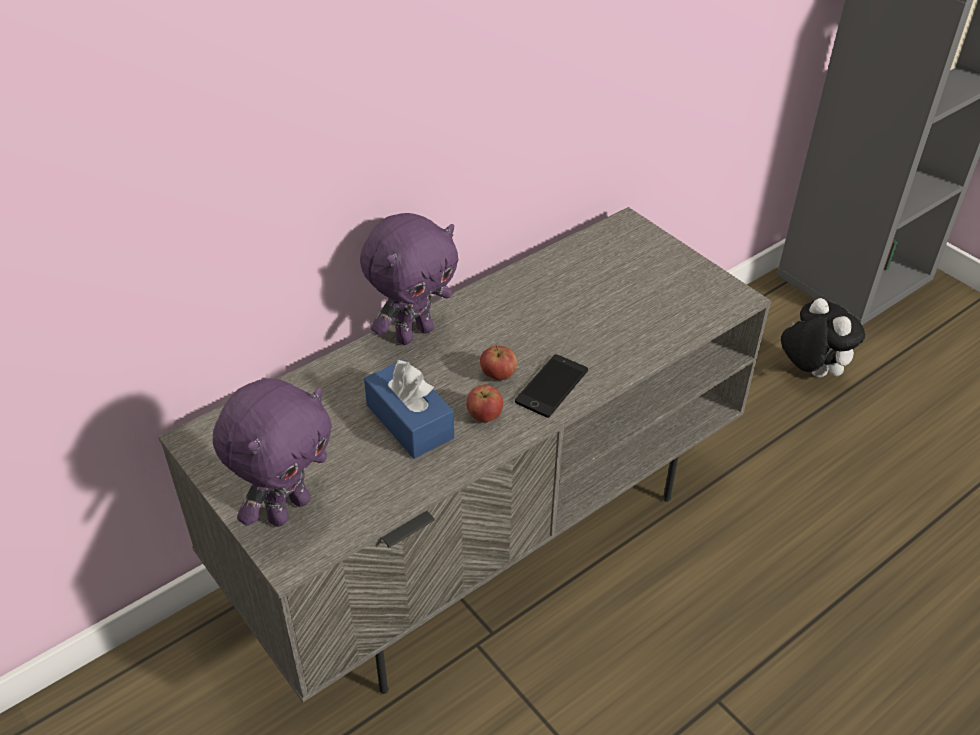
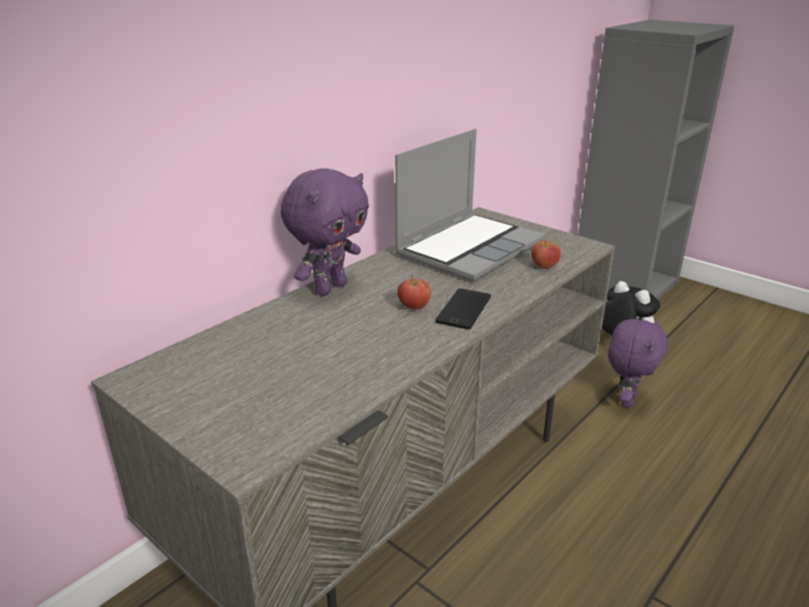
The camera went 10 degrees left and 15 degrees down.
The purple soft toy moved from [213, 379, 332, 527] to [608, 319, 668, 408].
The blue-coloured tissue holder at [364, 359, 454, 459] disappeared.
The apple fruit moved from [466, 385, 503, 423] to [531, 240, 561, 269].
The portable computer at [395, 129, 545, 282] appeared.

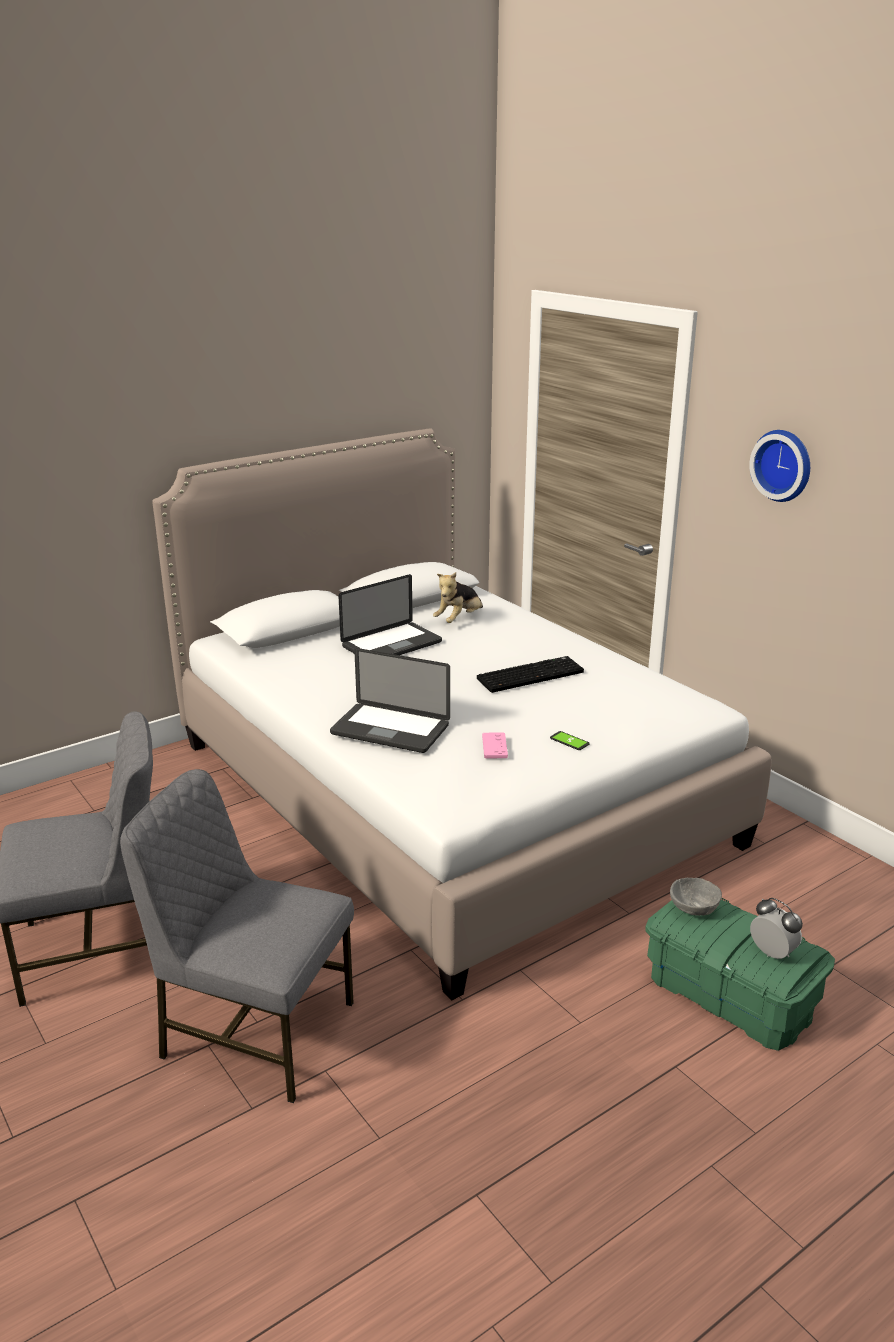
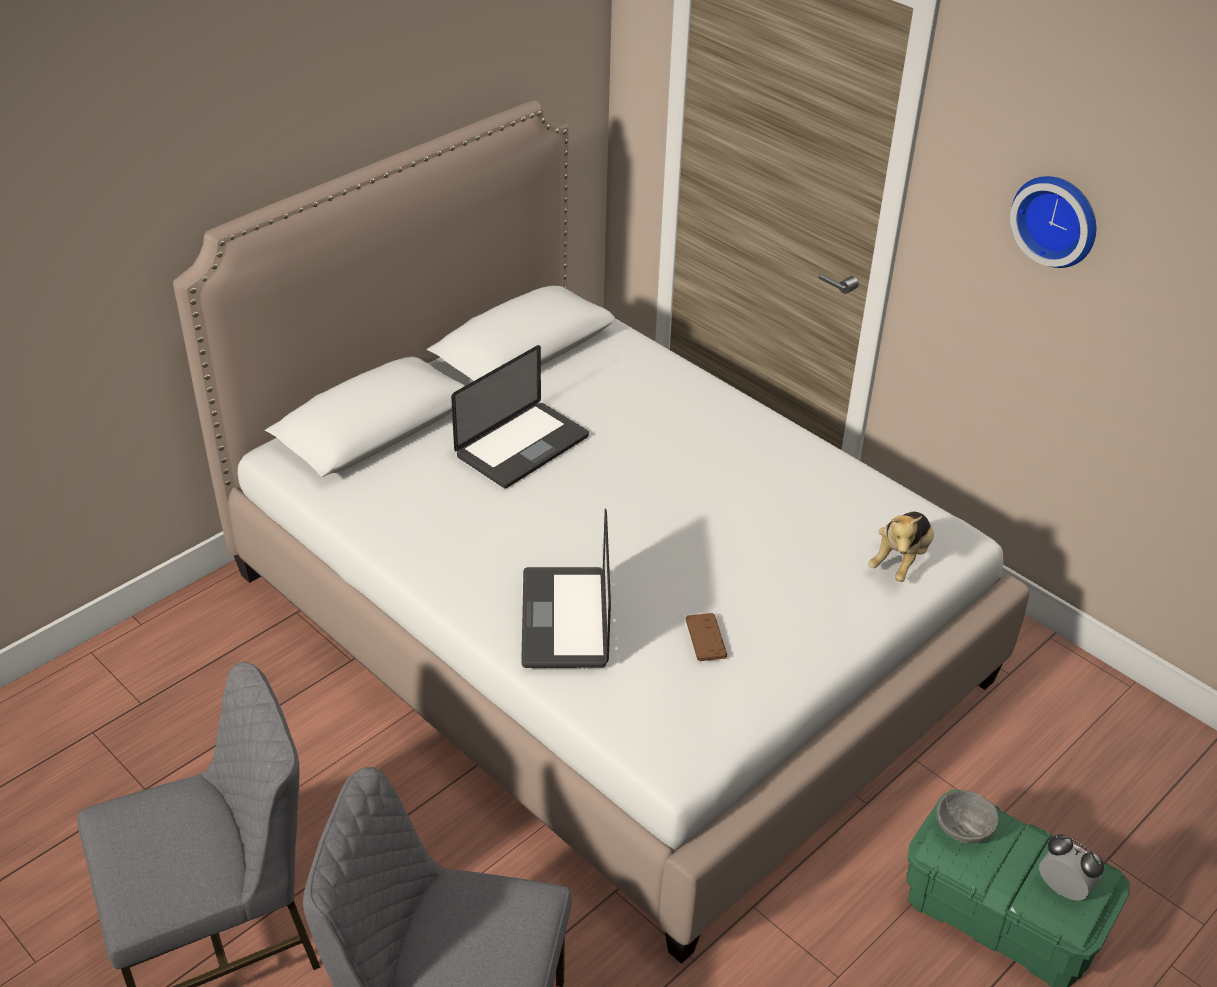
The camera went 10 degrees left and 15 degrees up.
The portable computer at [330, 648, 450, 753] turned 75 degrees clockwise.
The soft toy moved from [433, 572, 483, 623] to [868, 512, 934, 582].
The computer keyboard at [477, 656, 584, 693] disappeared.
The pink-coloured gamepad at [482, 733, 508, 758] became the brown gamepad at [686, 613, 727, 661].
The phone at [550, 731, 590, 750] disappeared.

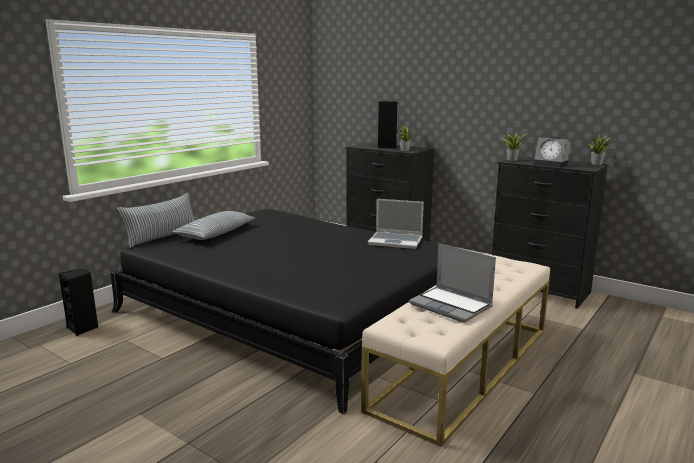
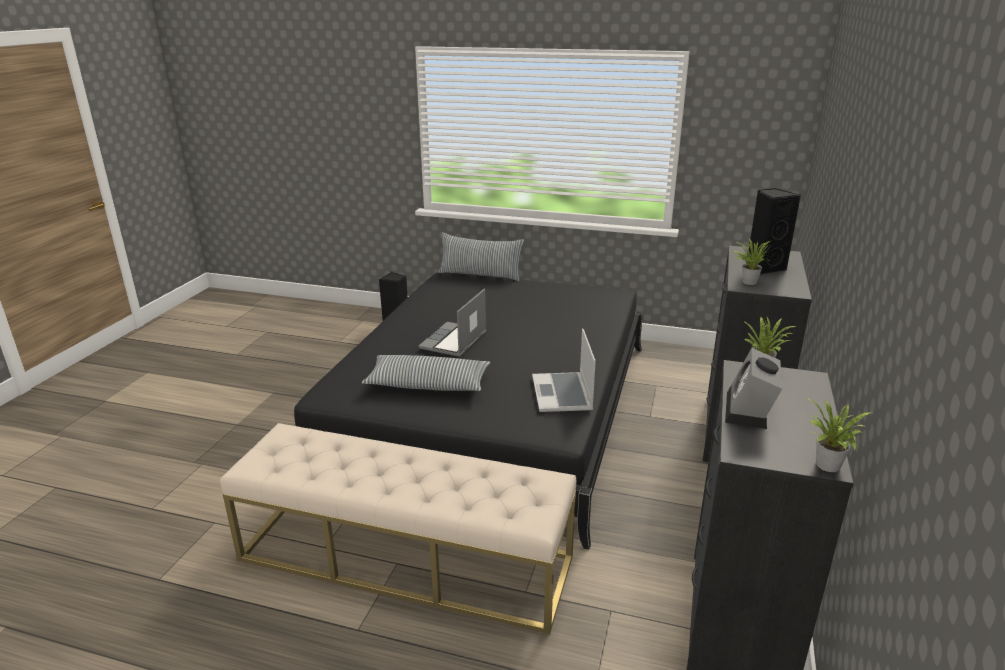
The camera went 70 degrees right and 10 degrees up.
The pillow moved from [172, 211, 255, 240] to [362, 355, 490, 391].
The portable computer moved from [409, 243, 496, 323] to [419, 289, 486, 357].

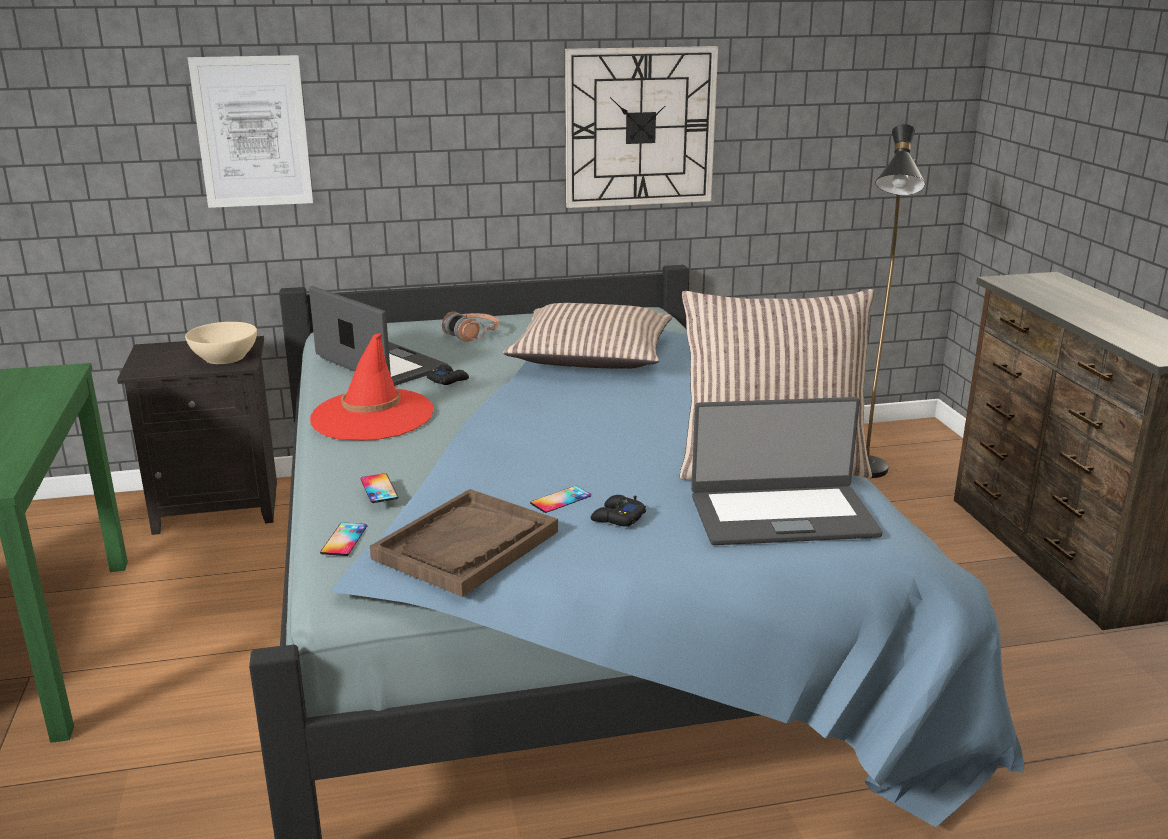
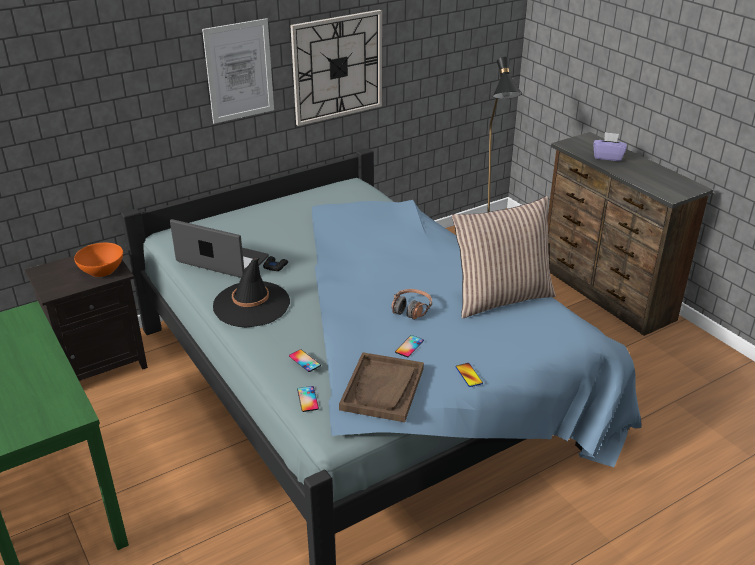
The camera went 20 degrees left and 10 degrees up.
The sand-coloured bowl at [185, 322, 257, 364] became the orange-coloured bowl at [74, 243, 123, 277].
The wall picture moved from [188, 55, 313, 208] to [202, 18, 274, 124].
The reddish hat at [310, 333, 434, 440] became the black-coloured hat at [213, 258, 290, 327].
The headphones moved from [442, 311, 499, 342] to [391, 289, 432, 320].
The pillow at [503, 303, 672, 369] disappeared.
The black-coloured gamepad at [591, 495, 646, 527] disappeared.
The portable computer at [691, 397, 883, 545] disappeared.
The phone at [455, 363, 483, 387] appeared.
The purple tissue holder at [593, 132, 627, 161] appeared.

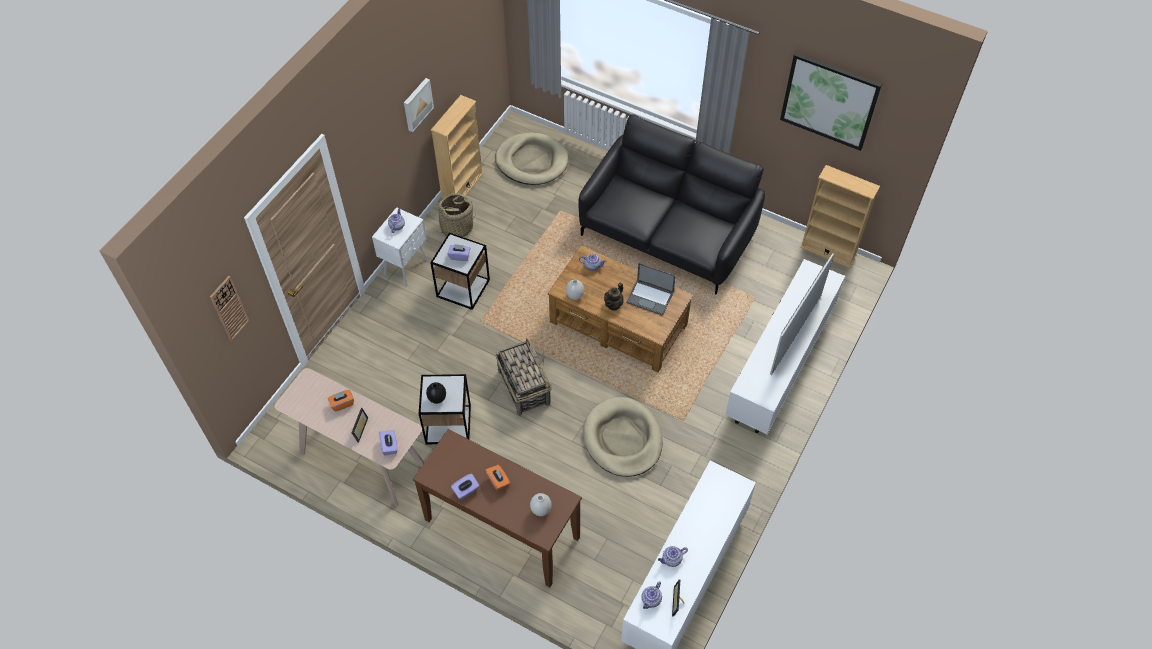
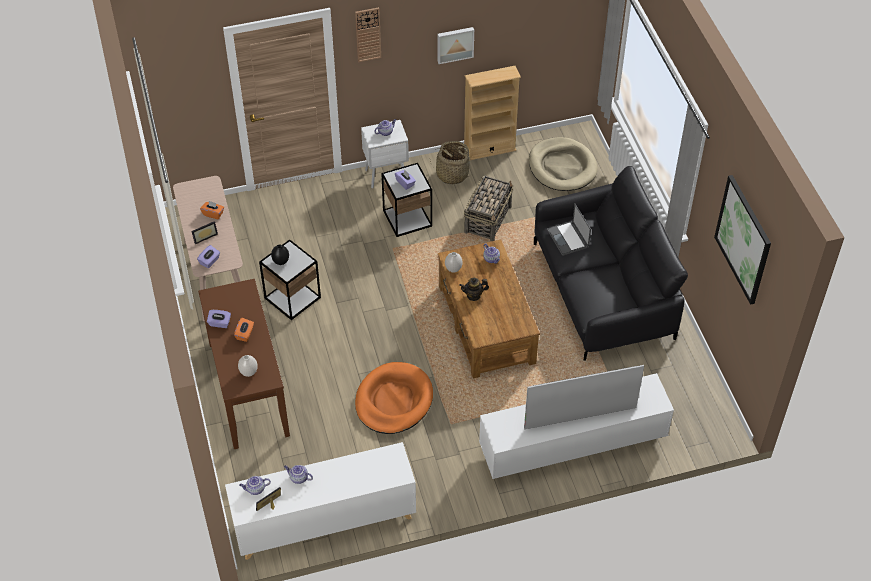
The camera went 45 degrees right and 5 degrees down.
The clock on the wall moved from [210, 276, 249, 341] to [355, 7, 381, 62].
The basket moved from [495, 339, 552, 416] to [464, 176, 513, 241].
The sand-coloured dog cushion at [583, 397, 663, 477] became the orange-coloured dog cushion at [355, 362, 433, 434].
The portable computer moved from [626, 263, 676, 316] to [547, 203, 591, 256].
The sand-coloured shelving unit at [800, 165, 880, 268] disappeared.

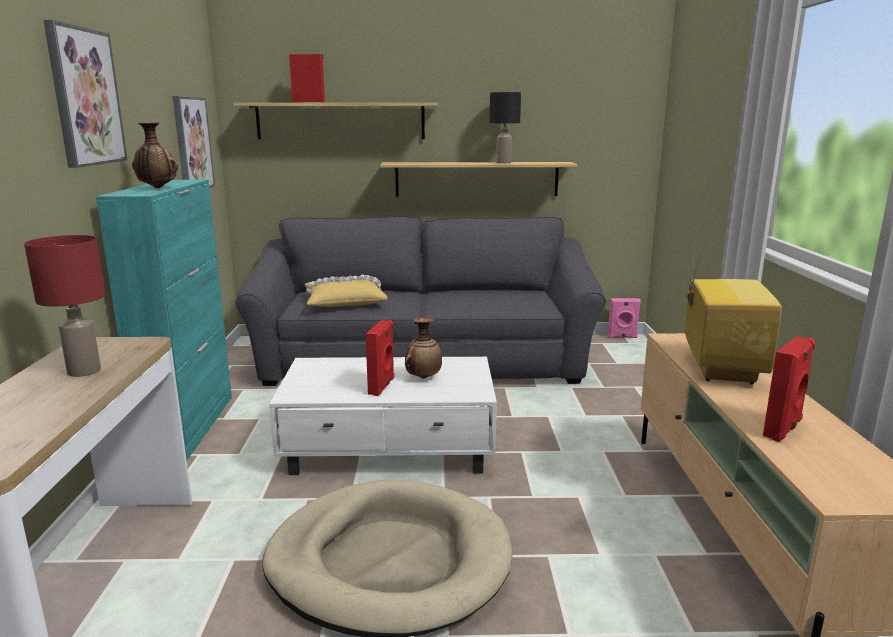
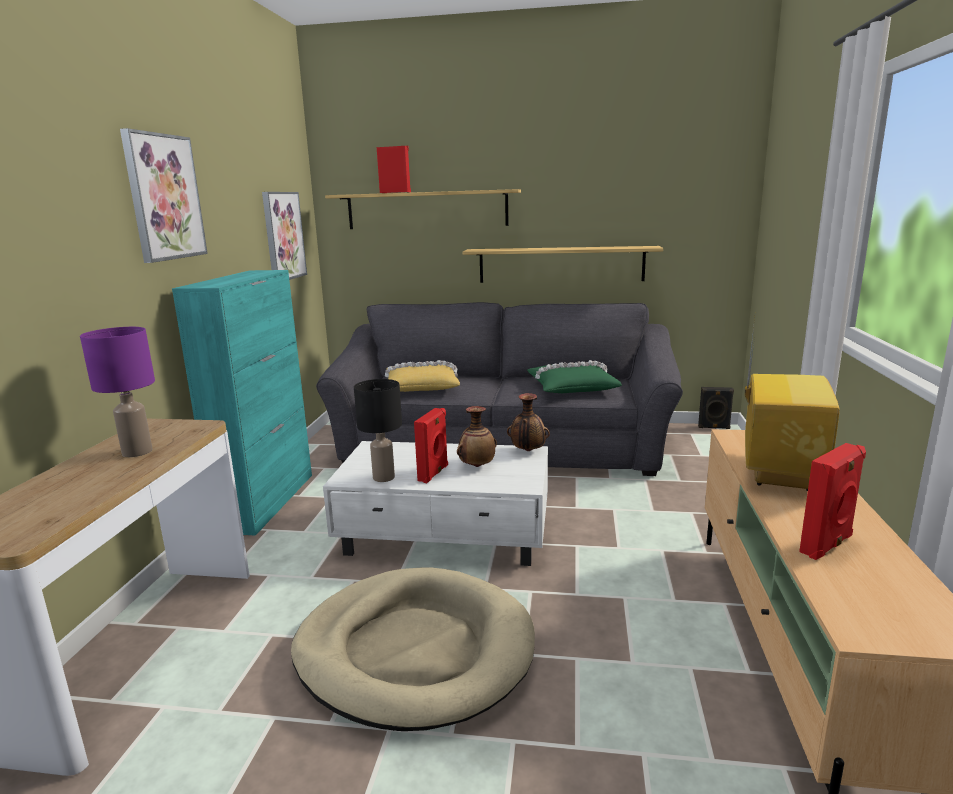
The camera went 10 degrees right and 0 degrees up.
The reddish lamp for a table at [24, 235, 106, 377] became the purple lamp for a table at [80, 327, 155, 457].
The vase moved from [132, 122, 178, 188] to [507, 393, 550, 451].
The black-coloured lamp for a table moved from [490, 92, 521, 164] to [354, 379, 402, 482].
The pink-coloured audio speaker at [608, 298, 641, 338] became the black-coloured audio speaker at [698, 387, 734, 429].
The green-coloured pillow at [527, 360, 622, 393] appeared.

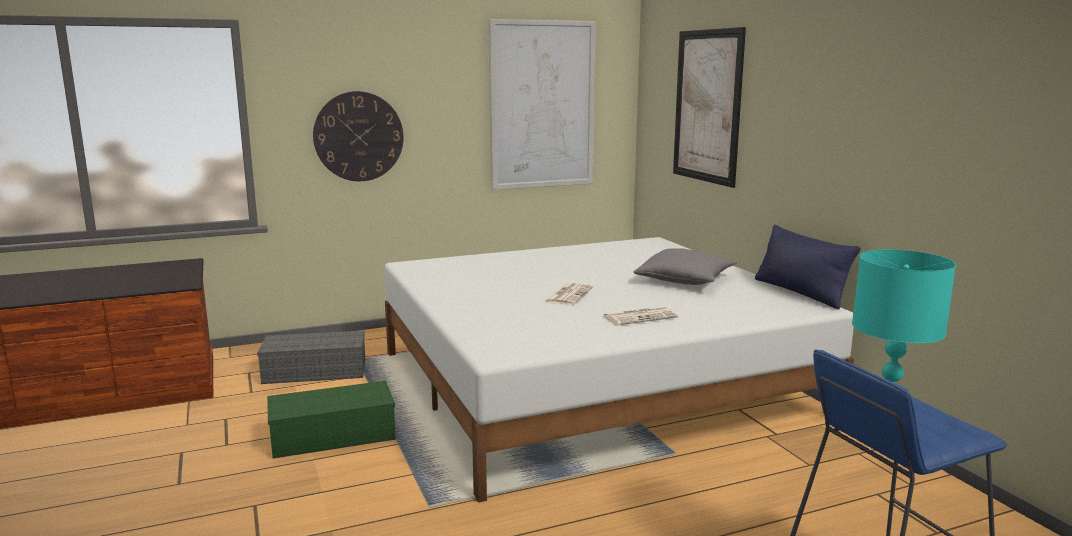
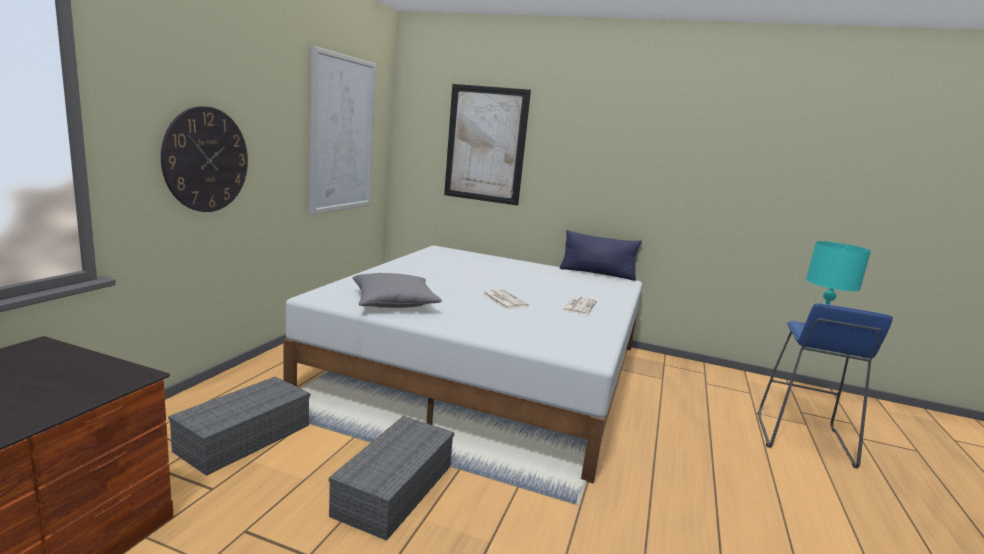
The camera went 50 degrees left and 0 degrees up.
The green-coloured storage box at [267, 381, 396, 459] became the greyish storage box at [329, 416, 454, 541].
The greyish pillow moved from [633, 248, 737, 285] to [352, 273, 442, 308].

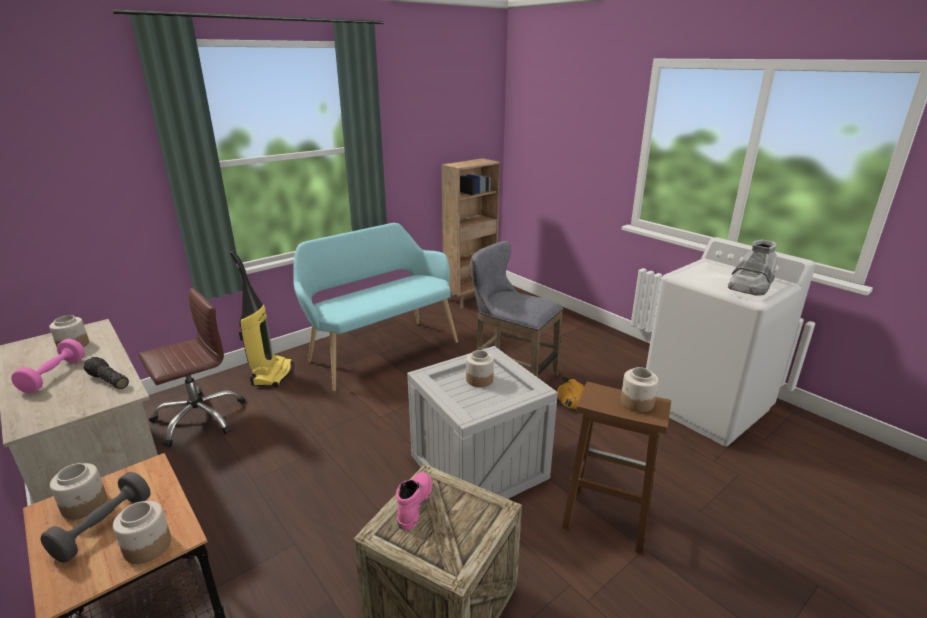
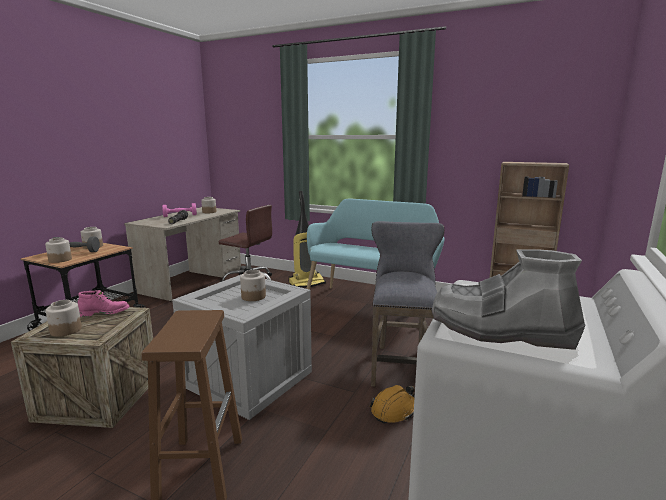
The camera went 65 degrees right and 10 degrees down.
The preserve jar moved from [621, 367, 659, 412] to [46, 300, 82, 337].

